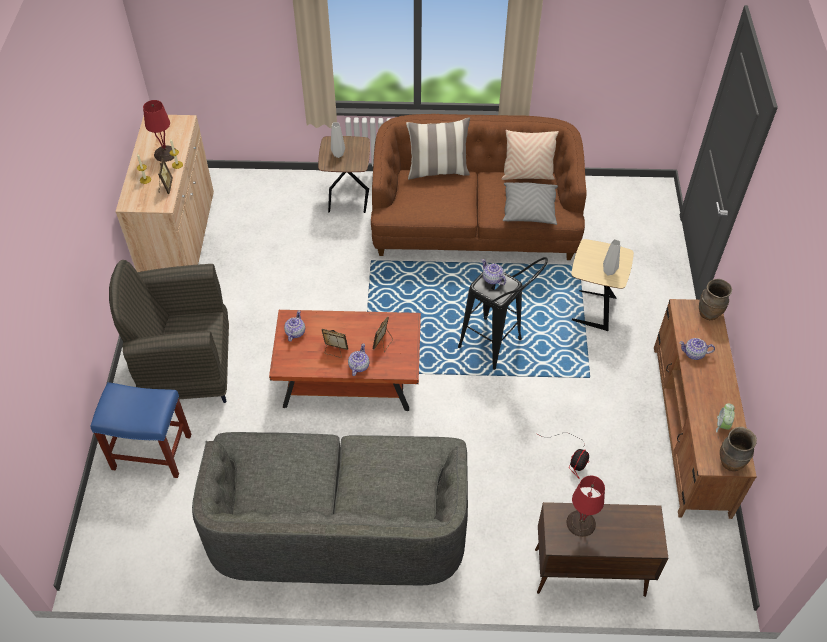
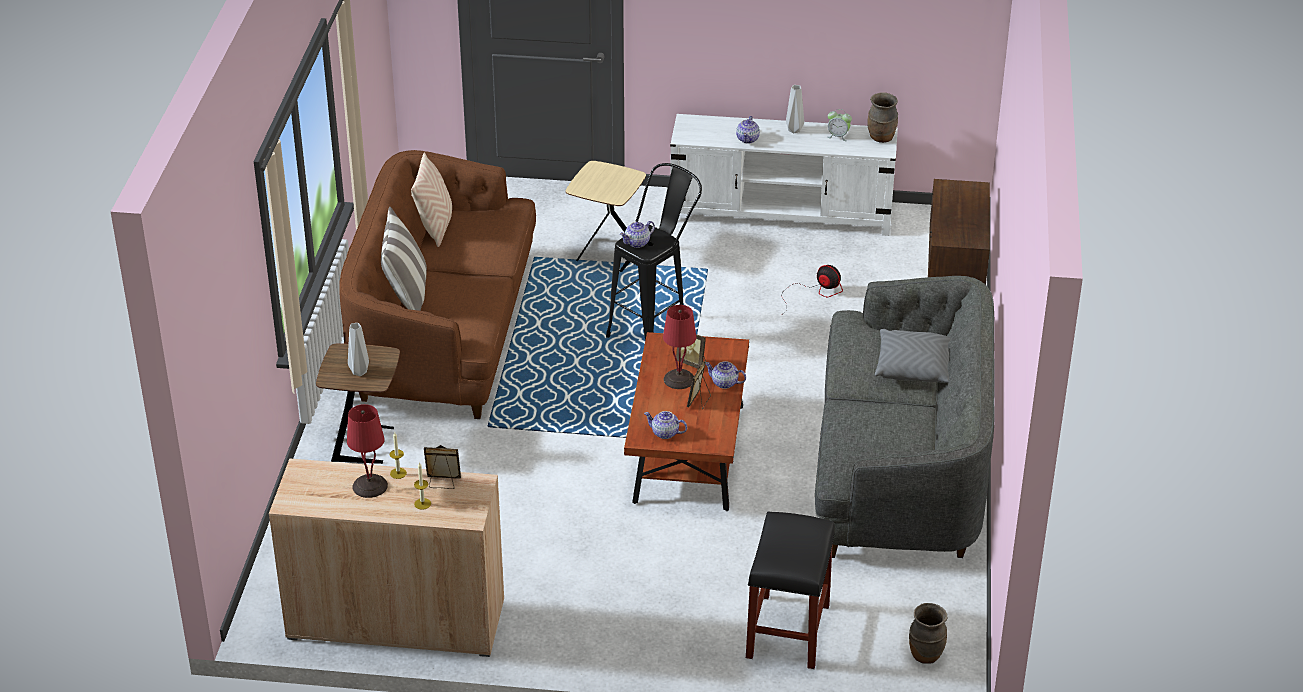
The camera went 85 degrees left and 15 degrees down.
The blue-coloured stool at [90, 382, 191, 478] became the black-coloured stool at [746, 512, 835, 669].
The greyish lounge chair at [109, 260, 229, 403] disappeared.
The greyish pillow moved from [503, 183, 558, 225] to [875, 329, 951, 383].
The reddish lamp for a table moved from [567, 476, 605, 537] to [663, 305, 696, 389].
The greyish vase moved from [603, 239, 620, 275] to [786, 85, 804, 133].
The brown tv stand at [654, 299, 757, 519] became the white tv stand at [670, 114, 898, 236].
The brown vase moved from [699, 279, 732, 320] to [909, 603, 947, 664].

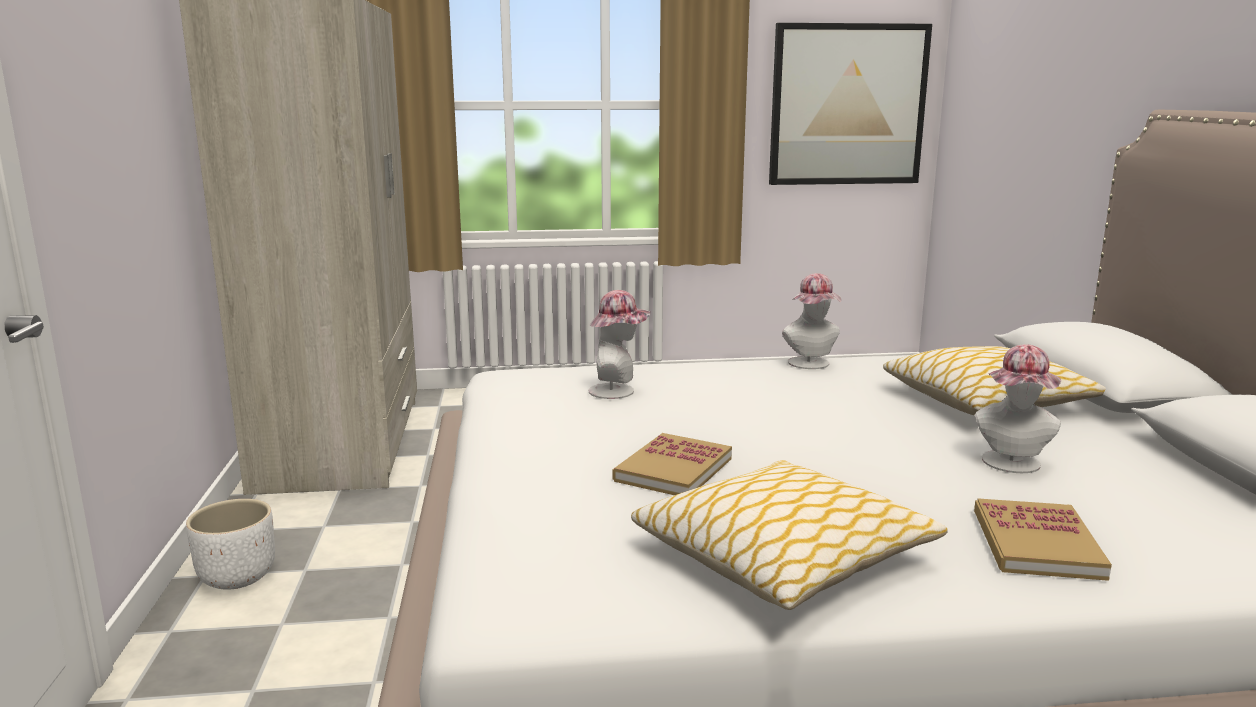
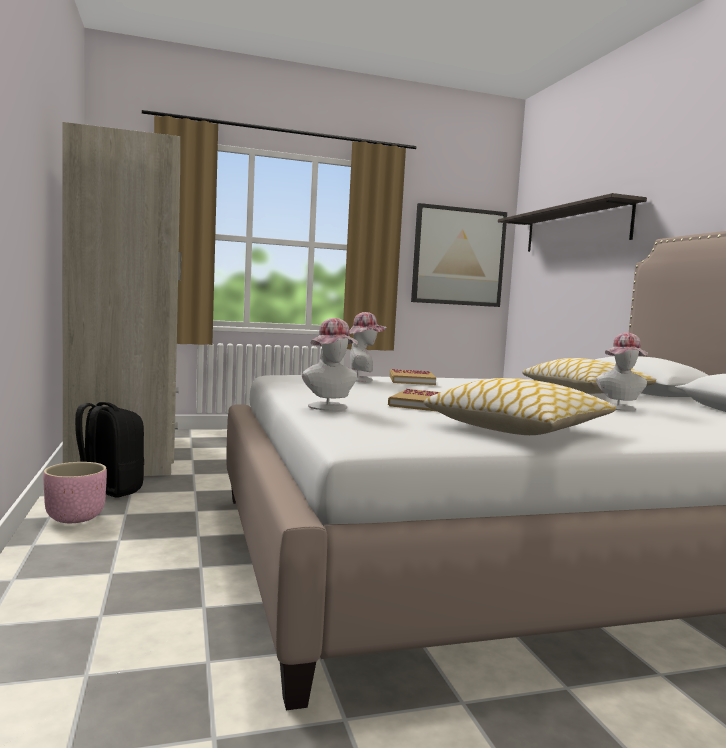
The camera went 10 degrees left and 10 degrees down.
The white flower pot at [186, 499, 275, 590] became the pink-coloured flower pot at [43, 462, 107, 523].
The hat moved from [782, 273, 842, 369] to [302, 318, 358, 411].
The volume moved from [974, 499, 1112, 581] to [390, 369, 436, 385].
The black-coloured rucksack at [75, 402, 144, 498] appeared.
The wall shelf at [498, 193, 647, 252] appeared.

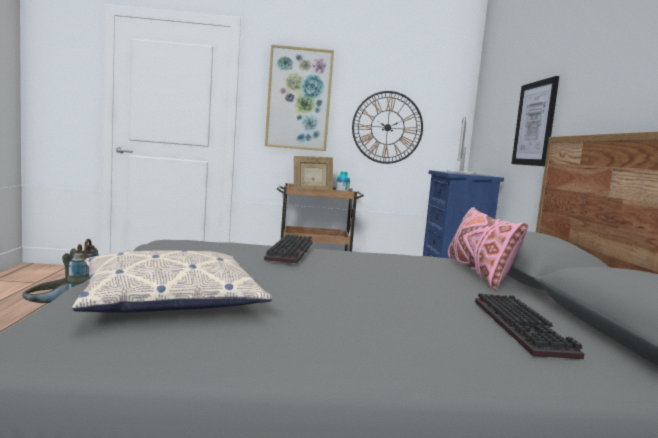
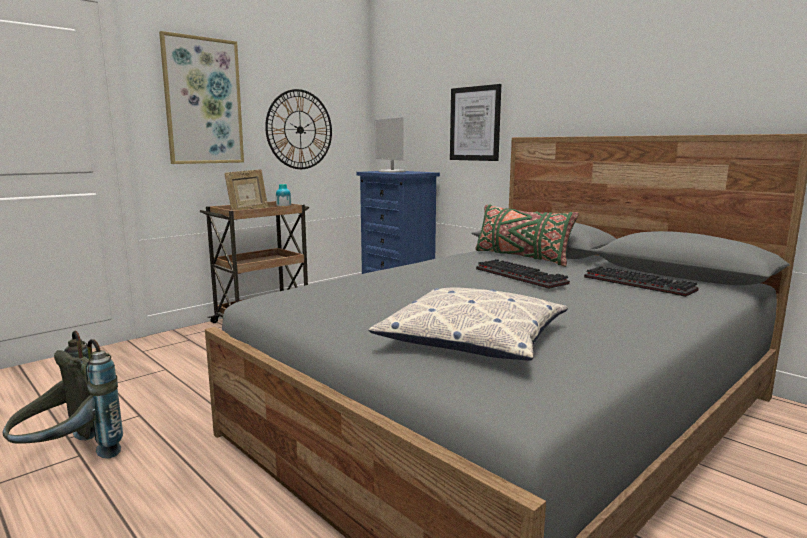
The camera went 40 degrees left and 5 degrees up.
The computer keyboard moved from [264, 234, 312, 263] to [476, 259, 570, 289].
The pink-coloured pillow at [448, 207, 529, 290] became the green-coloured pillow at [475, 205, 579, 267].

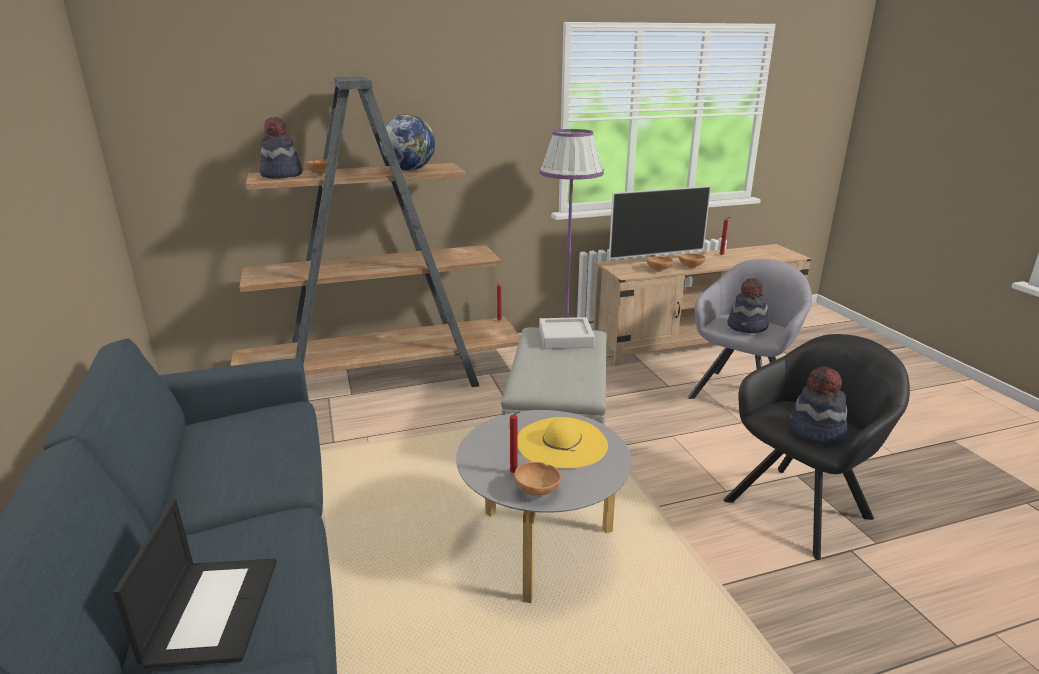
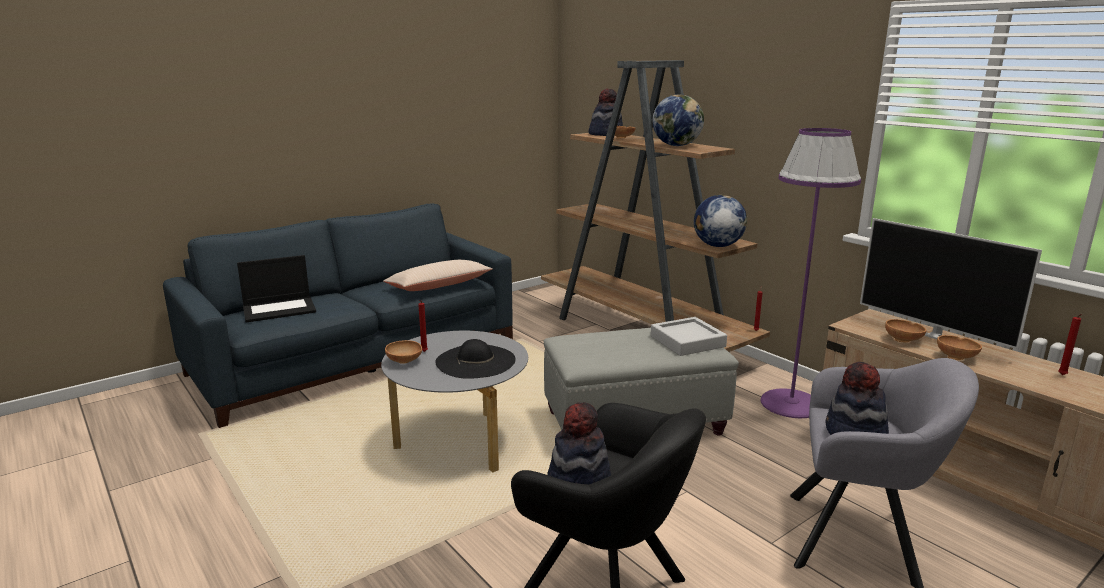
The camera went 70 degrees right and 5 degrees down.
The yellow-coloured hat at [518, 417, 608, 468] became the black-coloured hat at [435, 339, 516, 379].
The sand-coloured pillow at [383, 260, 493, 291] appeared.
The globe at [694, 195, 748, 247] appeared.

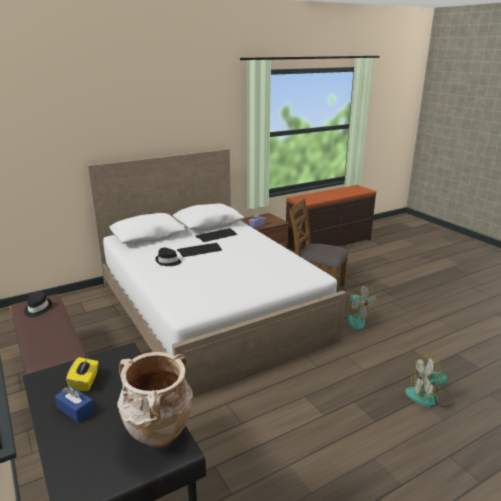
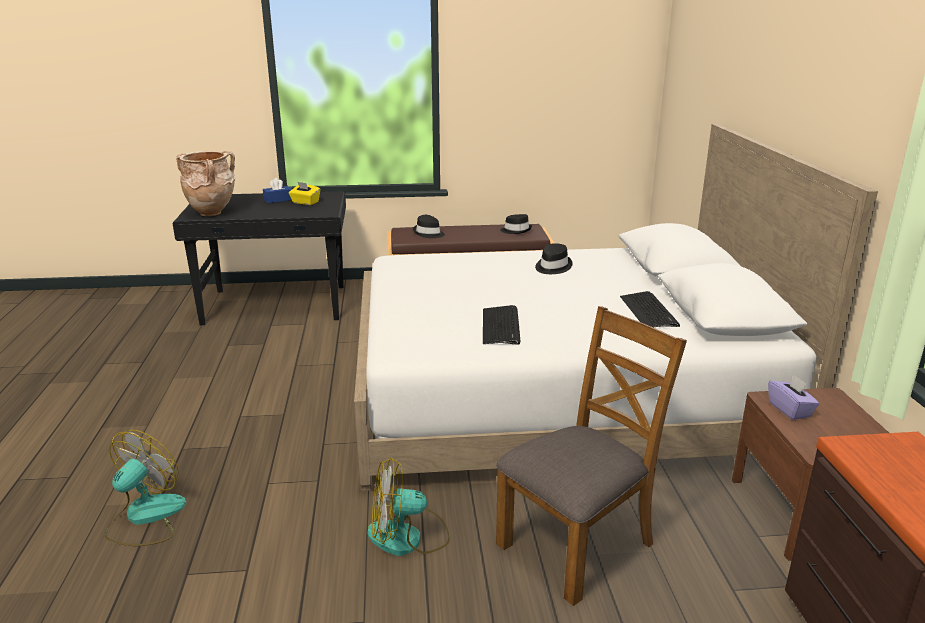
The camera went 115 degrees right and 0 degrees up.
The computer keyboard moved from [177, 243, 222, 257] to [483, 305, 520, 345].
The black-coloured hat at [413, 215, 445, 238] appeared.

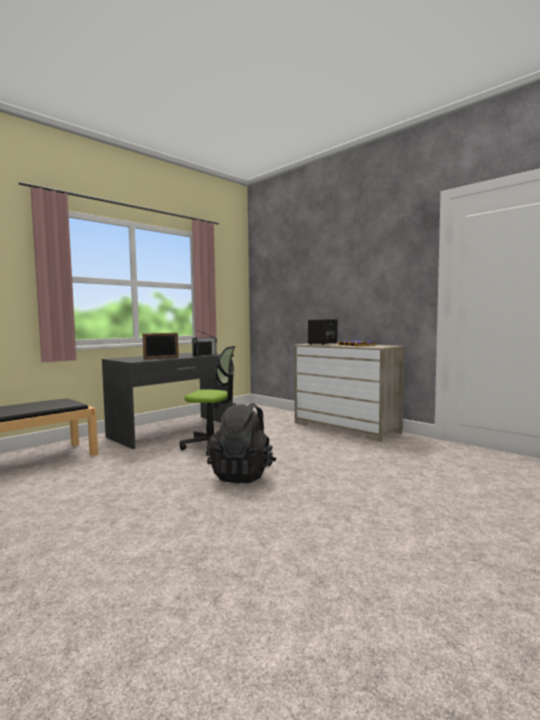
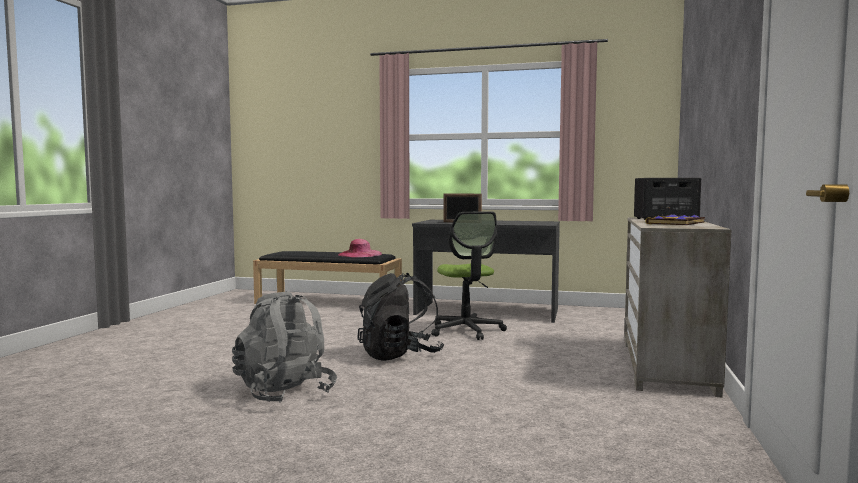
The camera went 60 degrees right and 0 degrees up.
The radio set at [192, 330, 217, 357] disappeared.
The greyish rucksack at [232, 292, 337, 403] appeared.
The pink-coloured hat at [338, 239, 382, 257] appeared.

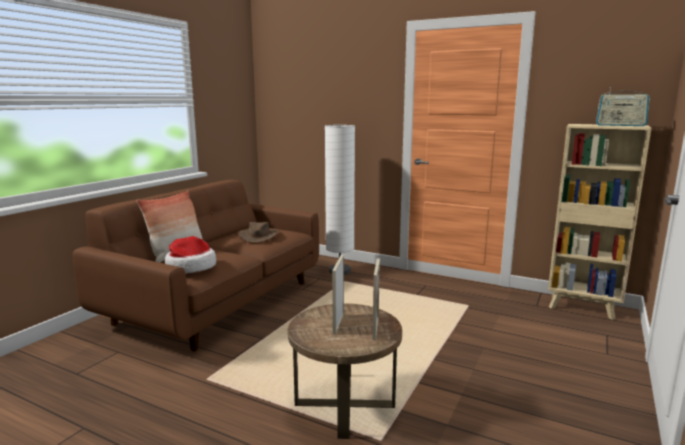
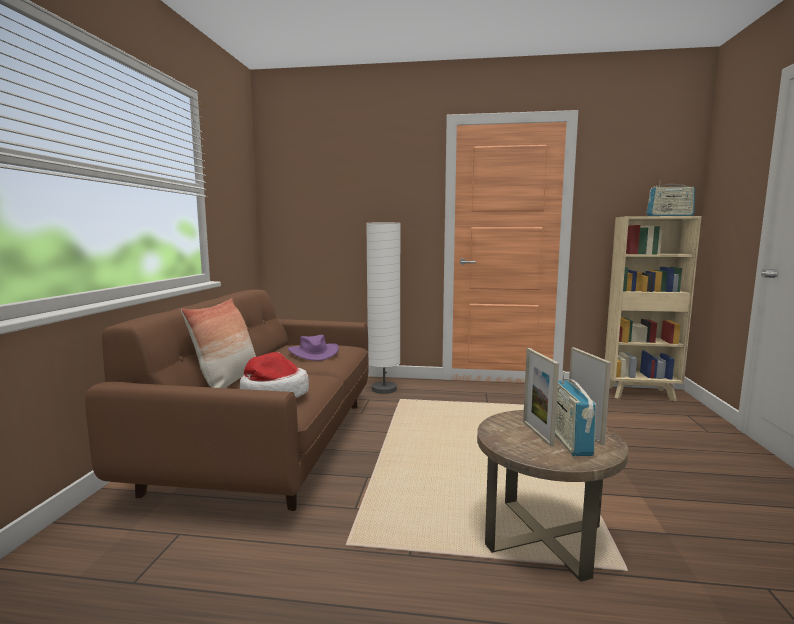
The camera went 20 degrees left and 5 degrees down.
The brown hat at [238, 222, 279, 244] became the purple hat at [288, 335, 339, 361].
The radio set at [555, 371, 596, 456] appeared.

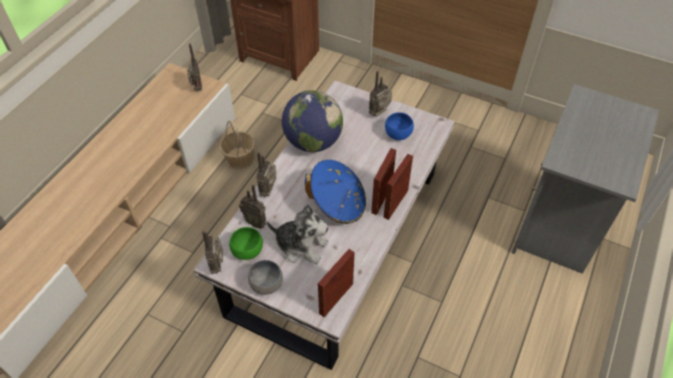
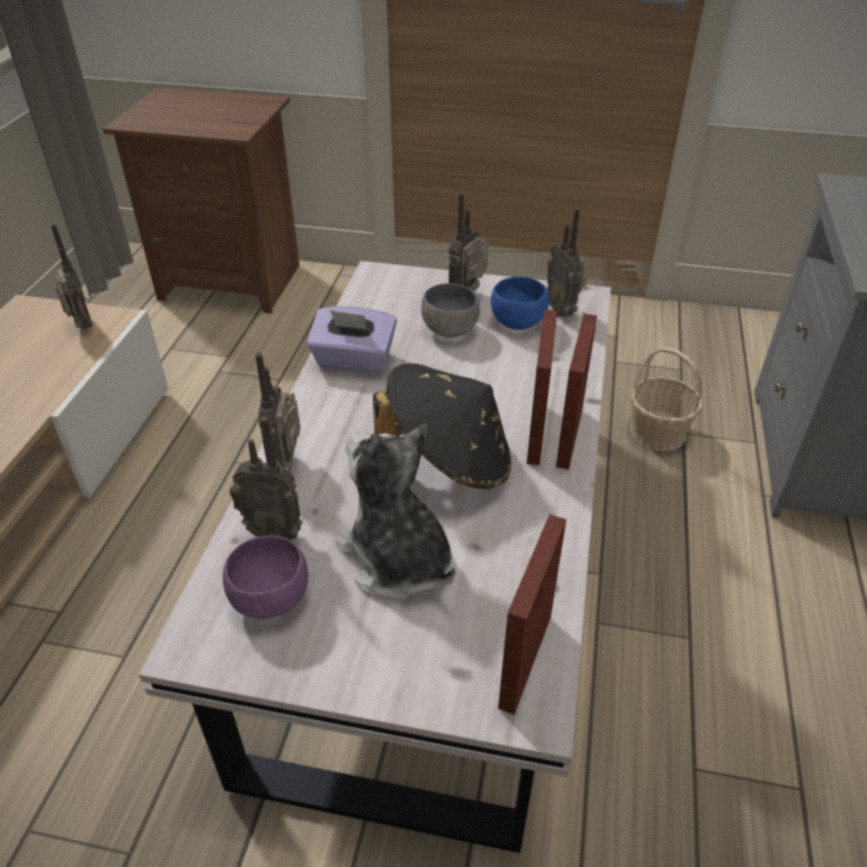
The camera went 15 degrees left and 10 degrees down.
The radio set moved from [202, 231, 223, 274] to [547, 208, 587, 317].
The basket moved from [220, 120, 255, 170] to [630, 347, 702, 451].
The green-coloured bowl at [229, 227, 263, 260] became the purple bowl at [223, 536, 308, 619].
The greyish bowl moved from [248, 260, 283, 295] to [421, 283, 480, 337].
The soft toy at [267, 204, 328, 265] turned 135 degrees counterclockwise.
The globe at [282, 90, 343, 152] was replaced by the purple tissue holder at [307, 306, 397, 374].
The blue-coloured hat at [305, 160, 366, 224] became the black-coloured hat at [373, 363, 511, 489].

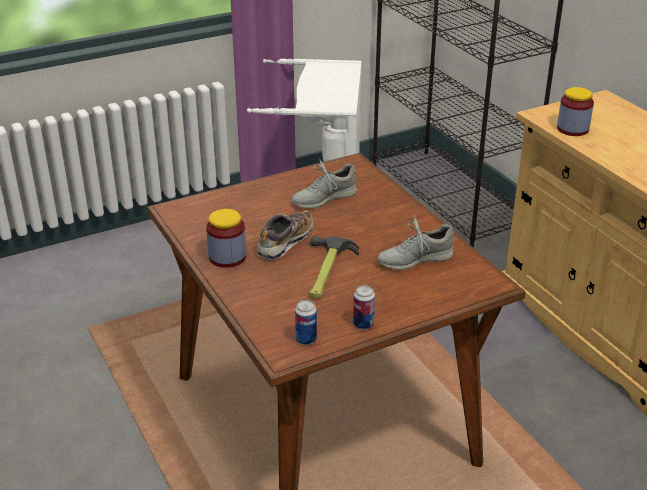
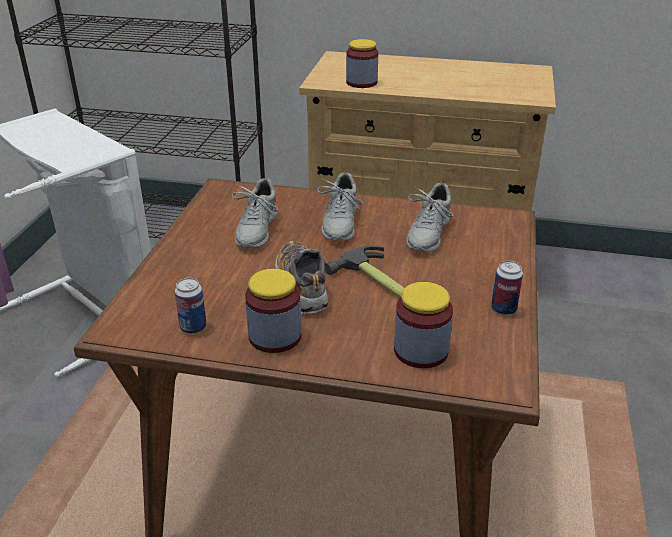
The camera went 50 degrees left and 0 degrees up.
The can moved from [295, 300, 317, 345] to [175, 278, 206, 334].
The greyish shoe at [318, 172, 363, 240] appeared.
The preserve jar at [394, 282, 453, 368] appeared.

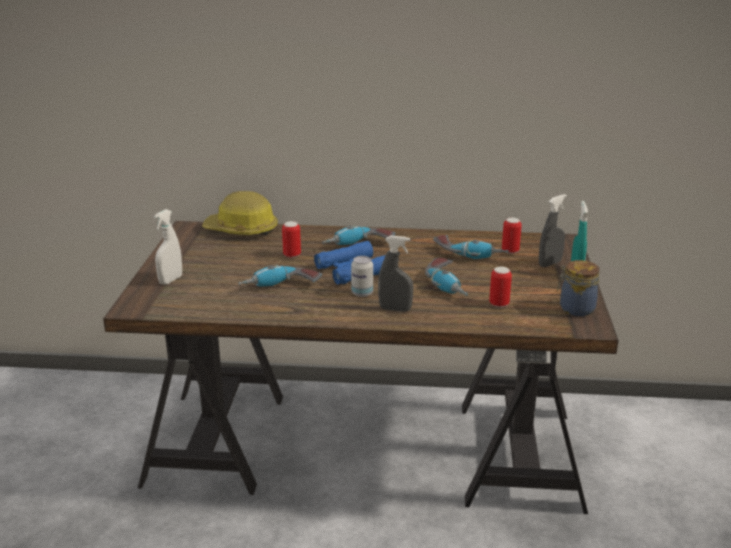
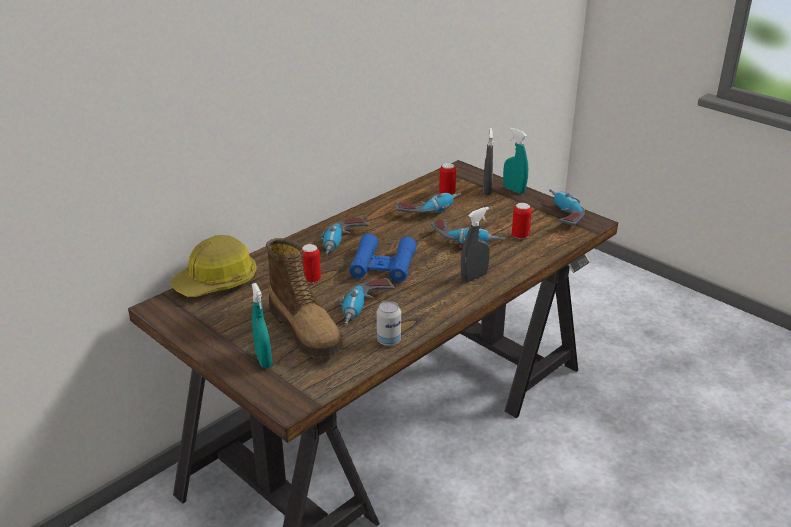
The camera went 50 degrees left and 5 degrees up.
The white hand sprayer at [153, 209, 182, 285] became the blue-green hand sprayer at [252, 283, 272, 368].
The can moved from [351, 256, 373, 297] to [377, 301, 401, 346].
The preserve jar at [557, 260, 600, 316] was replaced by the electric drill at [549, 189, 585, 225].
The high-top boot at [266, 238, 343, 358] appeared.

